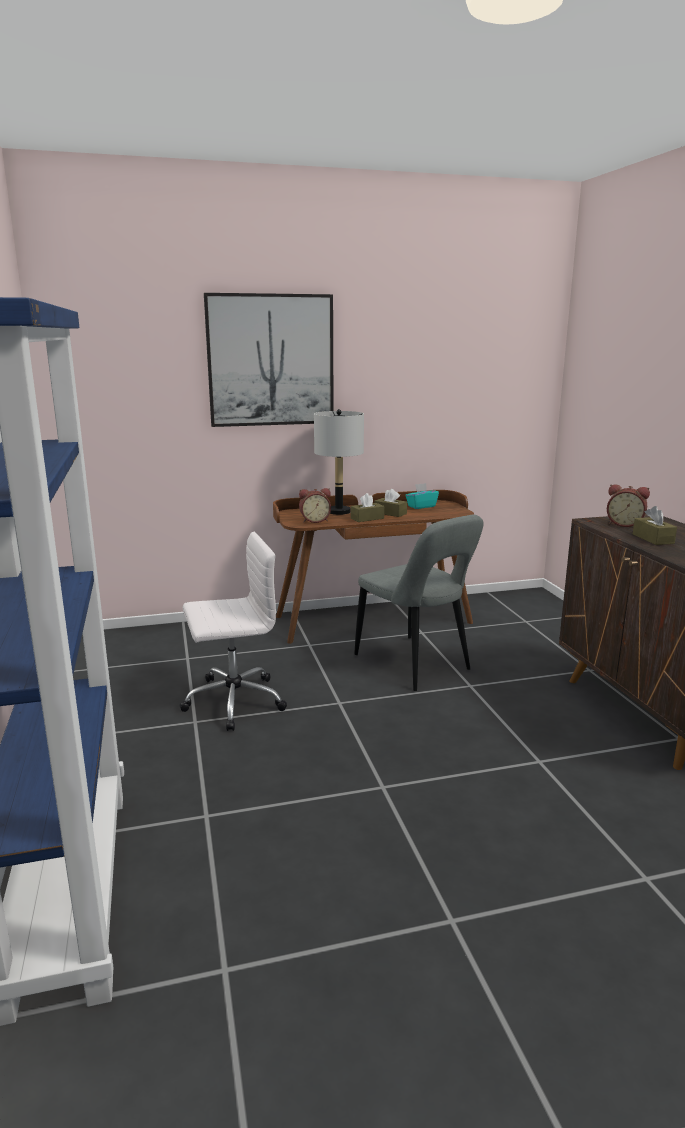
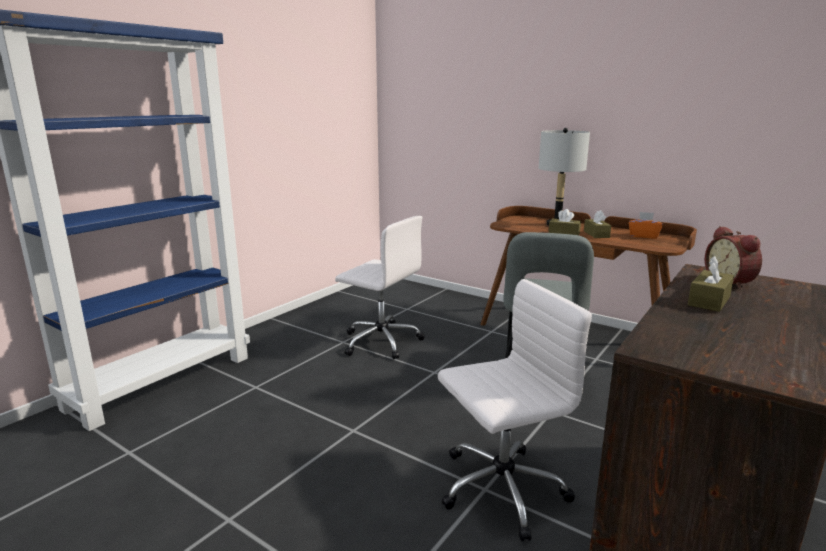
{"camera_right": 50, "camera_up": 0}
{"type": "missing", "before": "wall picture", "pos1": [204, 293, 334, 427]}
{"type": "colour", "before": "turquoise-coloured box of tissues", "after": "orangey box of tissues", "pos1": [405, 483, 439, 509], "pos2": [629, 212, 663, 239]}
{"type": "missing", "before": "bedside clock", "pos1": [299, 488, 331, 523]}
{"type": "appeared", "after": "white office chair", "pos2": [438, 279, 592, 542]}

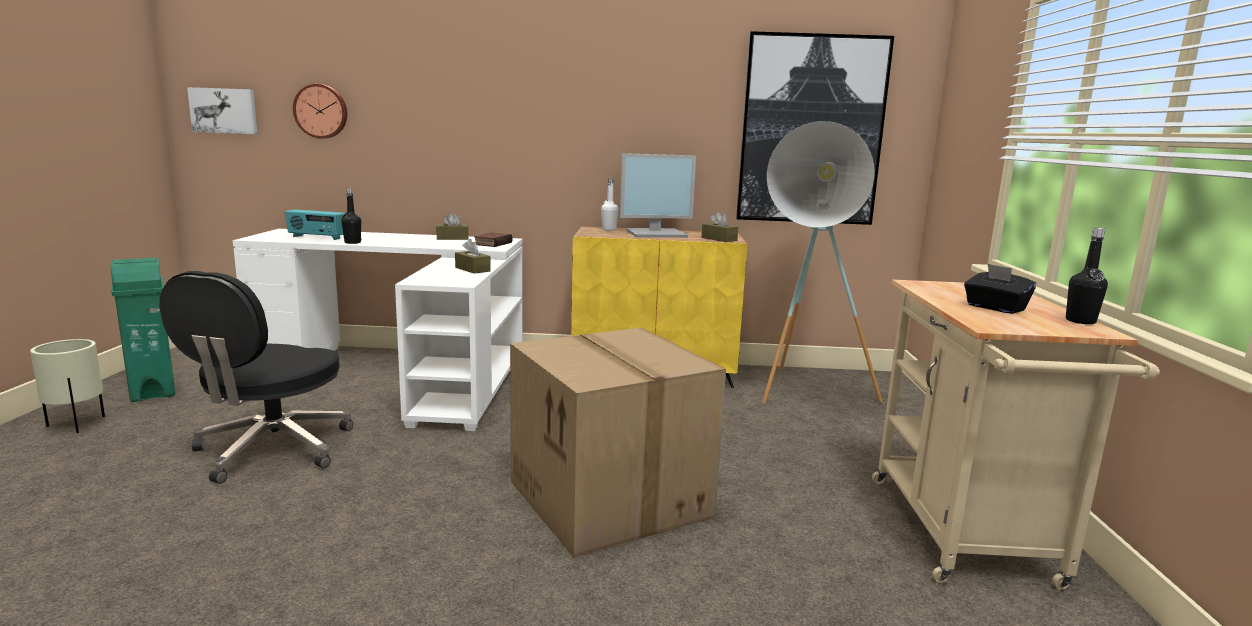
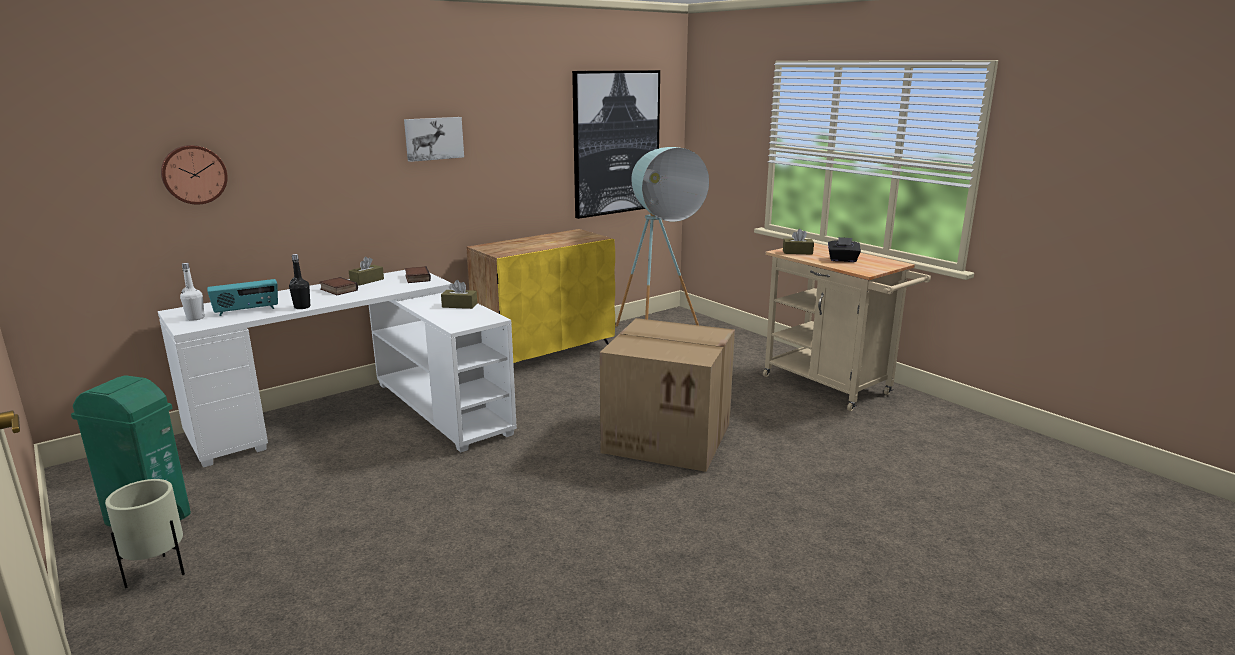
{"camera_right": -40, "camera_up": 5}
{"type": "relocated", "before": "wall picture", "pos1": [187, 87, 257, 134], "pos2": [404, 117, 464, 162]}
{"type": "missing", "before": "monitor", "pos1": [620, 153, 696, 238]}
{"type": "relocated", "before": "white beverage bottle", "pos1": [601, 178, 619, 231], "pos2": [180, 263, 205, 321]}
{"type": "relocated", "before": "brown-coloured box of tissues", "pos1": [702, 211, 738, 242], "pos2": [783, 229, 814, 255]}
{"type": "missing", "before": "black beverage bottle", "pos1": [1066, 228, 1108, 324]}
{"type": "missing", "before": "black office chair", "pos1": [159, 271, 353, 484]}
{"type": "appeared", "after": "bound book", "pos2": [319, 277, 358, 295]}

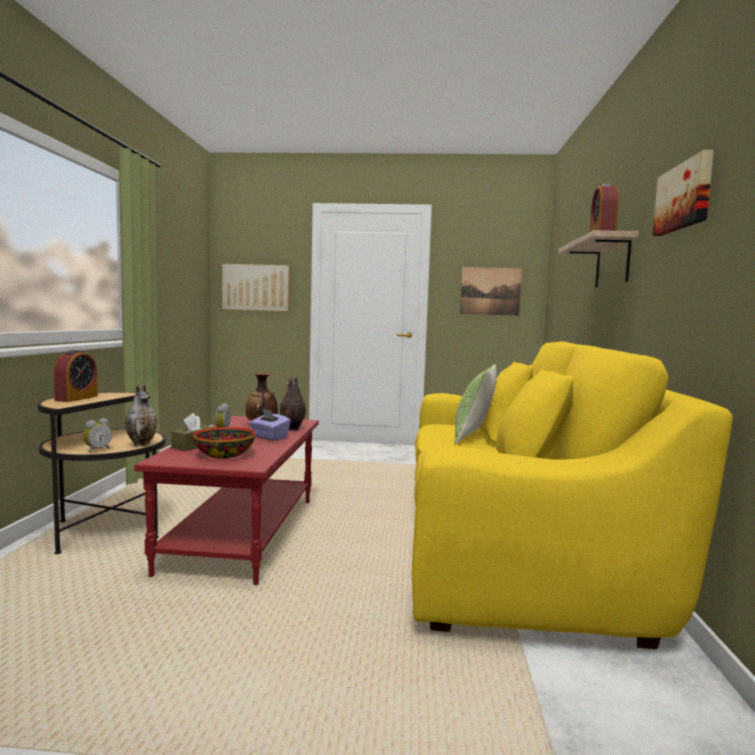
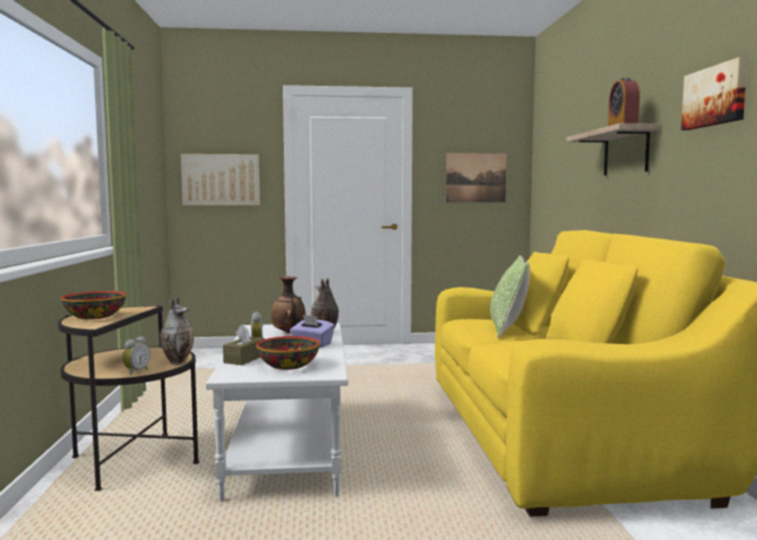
{"camera_right": -10, "camera_up": 0}
{"type": "exchanged", "before": "bedside clock", "after": "serving bowl", "pos1": [54, 350, 98, 402], "pos2": [61, 291, 126, 319]}
{"type": "colour", "before": "red-coloured lounge table", "after": "white lounge table", "pos1": [134, 416, 319, 585], "pos2": [206, 323, 348, 502]}

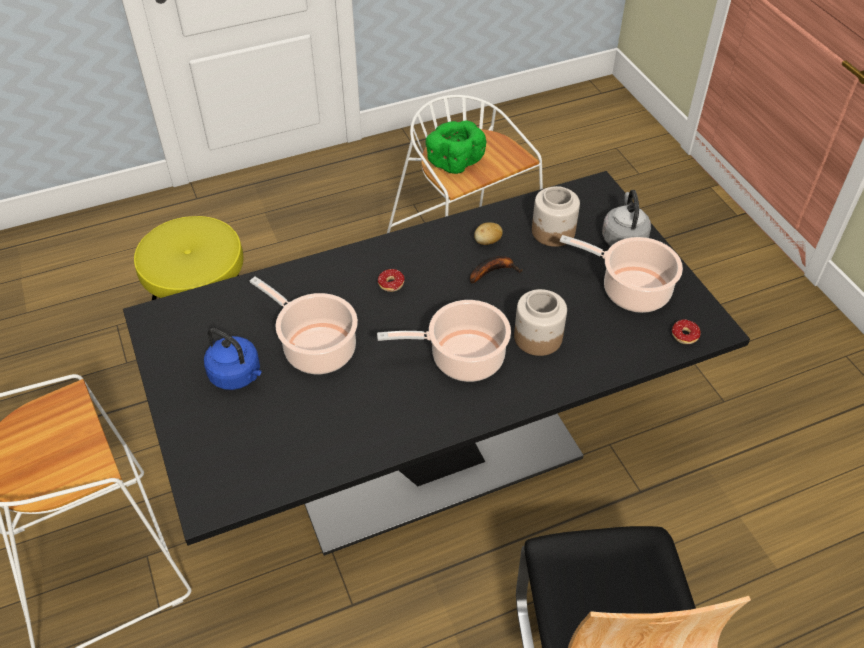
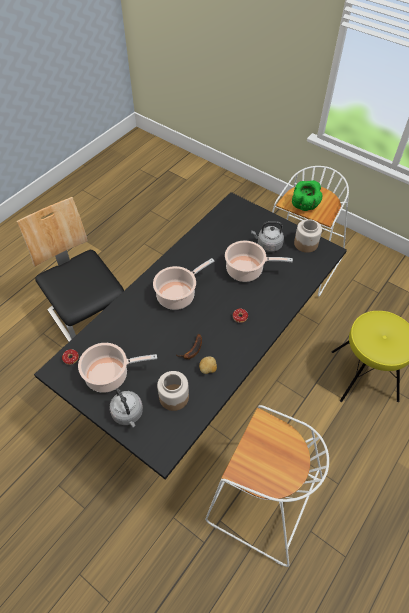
{"camera_right": 150, "camera_up": 5}
{"type": "relocated", "before": "green-coloured serving bowl", "pos1": [426, 121, 487, 174], "pos2": [292, 180, 322, 211]}
{"type": "relocated", "before": "jar", "pos1": [514, 289, 567, 356], "pos2": [294, 219, 322, 253]}
{"type": "colour", "before": "blue-coloured water kettle", "after": "gray water kettle", "pos1": [204, 328, 261, 390], "pos2": [251, 221, 284, 252]}

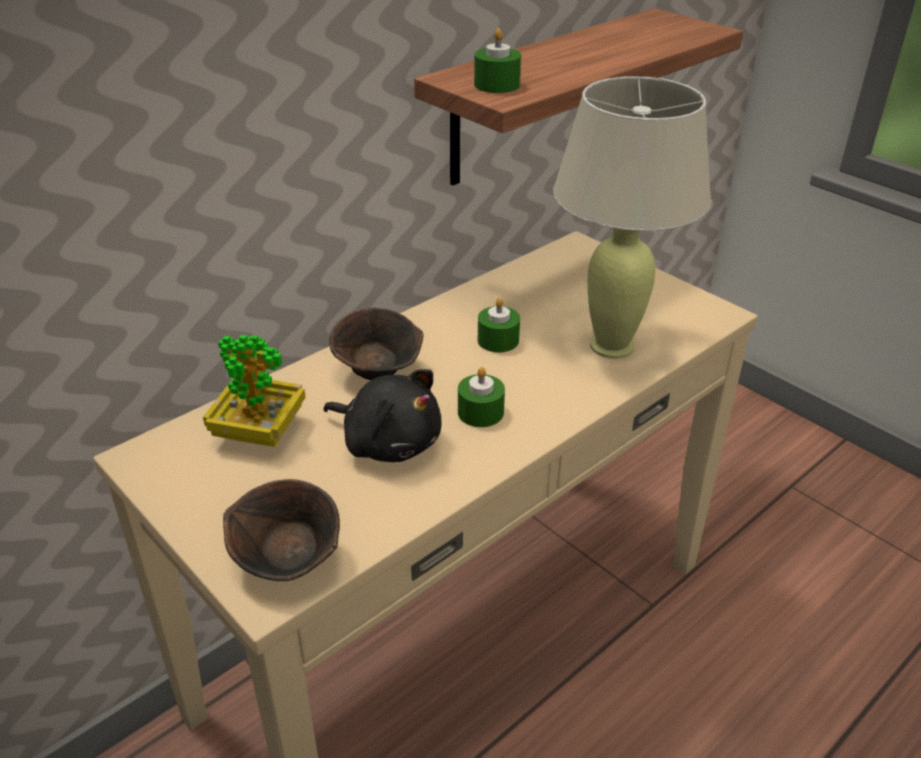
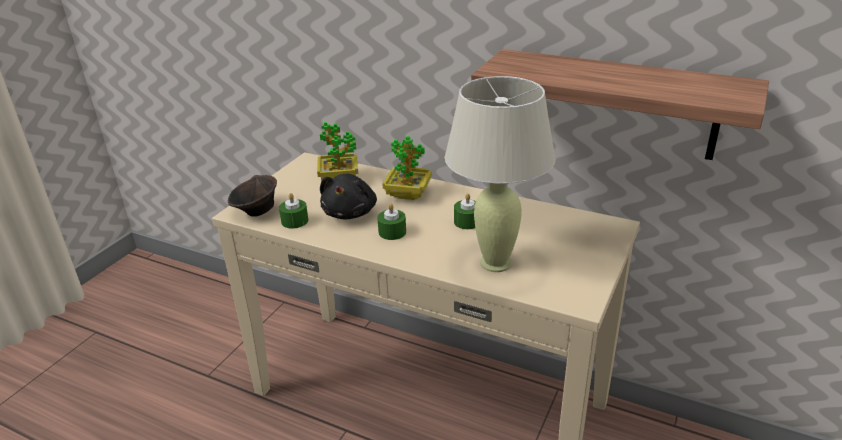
{"camera_right": 70, "camera_up": -5}
{"type": "relocated", "before": "green-coloured wax candle", "pos1": [474, 28, 521, 93], "pos2": [279, 193, 308, 229]}
{"type": "exchanged", "before": "brown-coloured serving bowl", "after": "houseplant", "pos1": [329, 308, 423, 380], "pos2": [382, 136, 432, 200]}

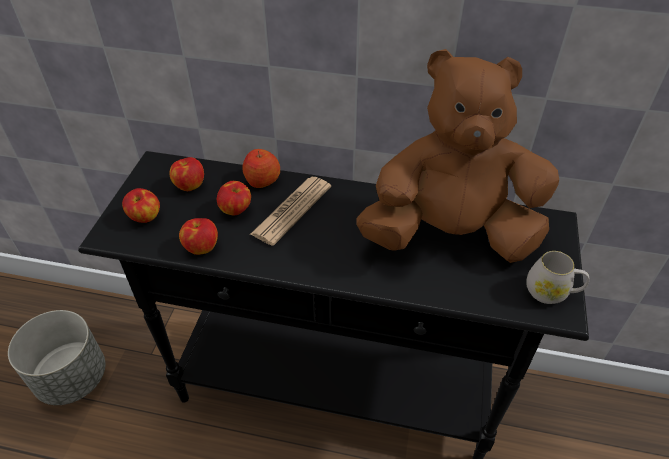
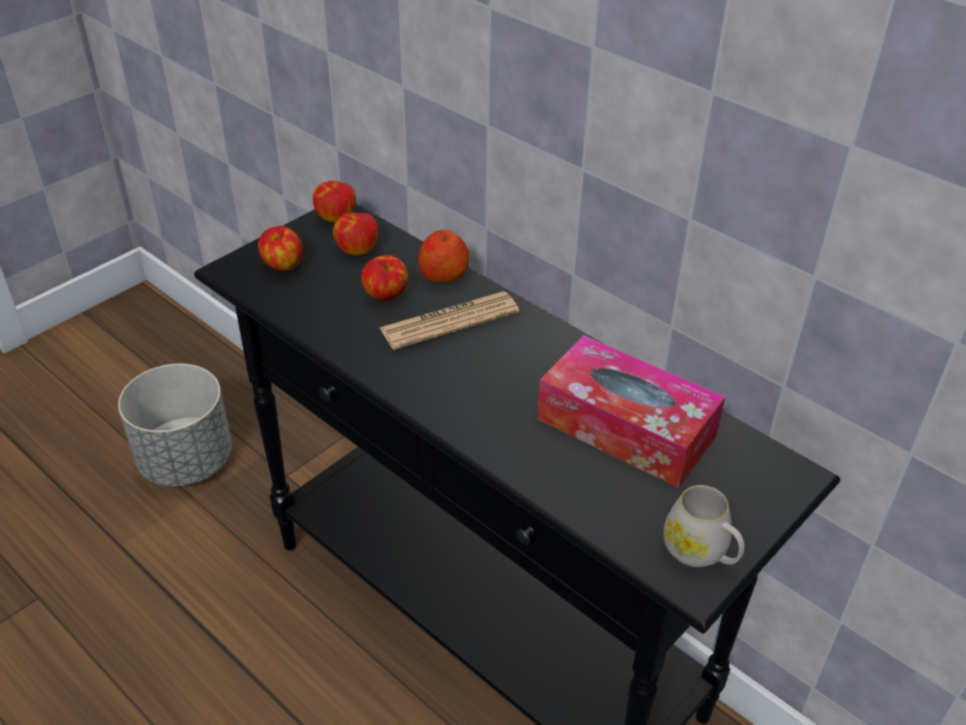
{"camera_right": 30, "camera_up": -5}
{"type": "exchanged", "before": "brown-coloured plush toy", "after": "box of tissues", "pos1": [356, 49, 559, 263], "pos2": [537, 335, 725, 488]}
{"type": "relocated", "before": "whole apple", "pos1": [179, 218, 218, 255], "pos2": [313, 181, 356, 223]}

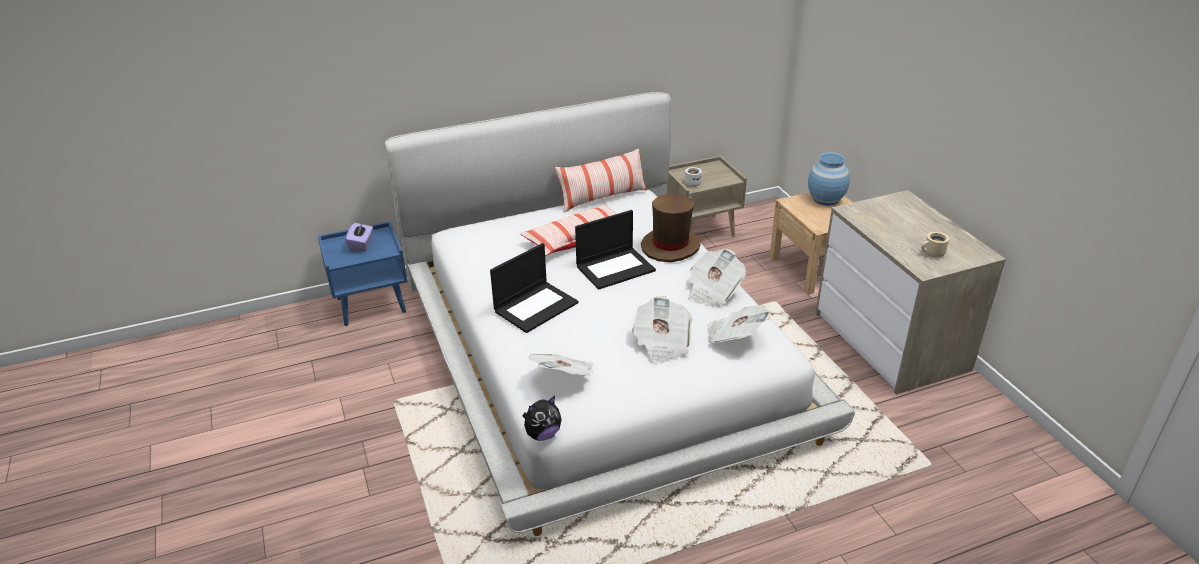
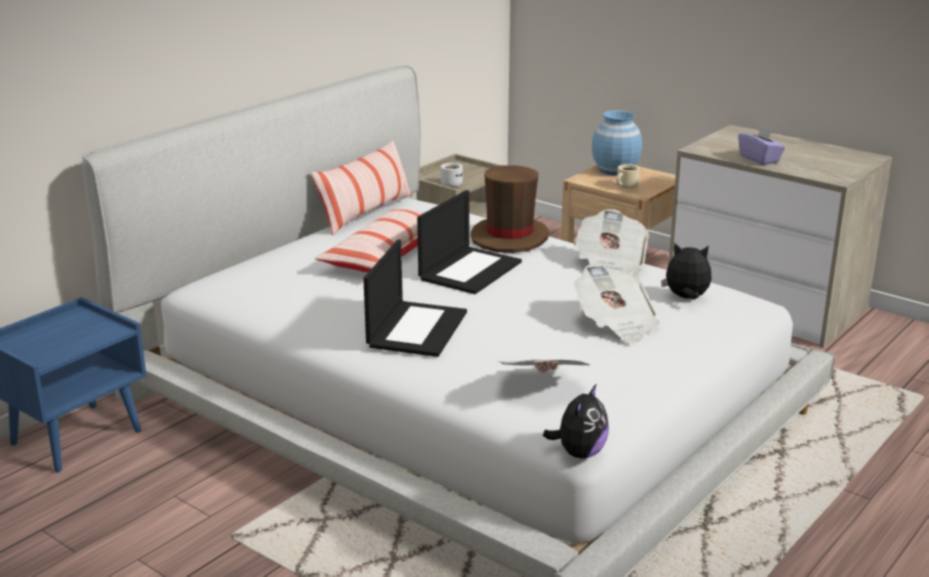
{"camera_right": -30, "camera_up": -10}
{"type": "relocated", "before": "purplish box of tissues", "pos1": [346, 222, 373, 252], "pos2": [738, 125, 785, 165]}
{"type": "relocated", "before": "beige mug", "pos1": [921, 232, 949, 257], "pos2": [616, 164, 640, 189]}
{"type": "exchanged", "before": "printed paper", "after": "plush toy", "pos1": [707, 305, 771, 343], "pos2": [661, 243, 712, 299]}

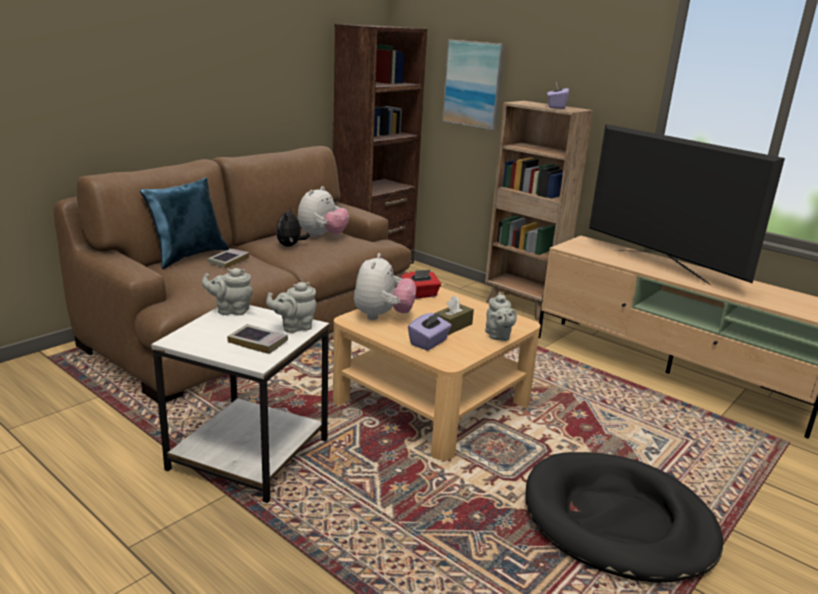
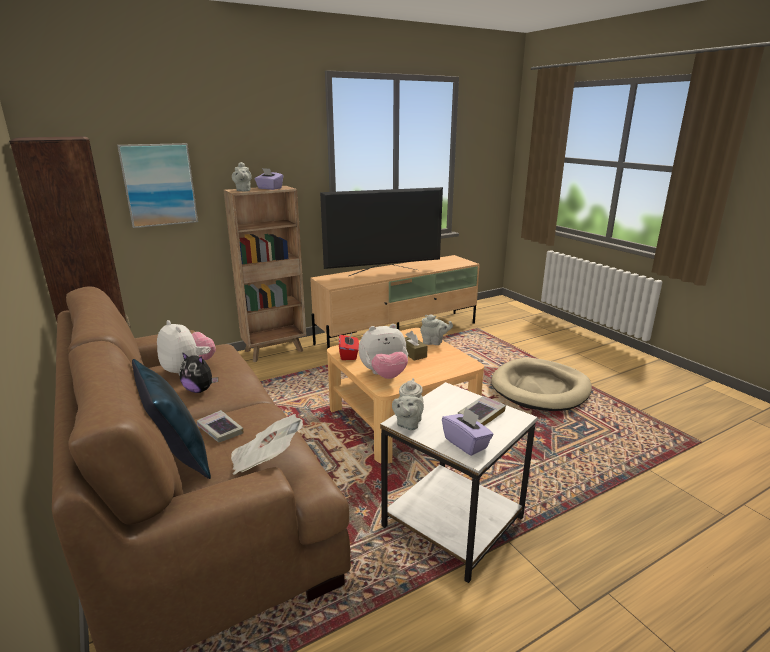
{"camera_right": -70, "camera_up": 0}
{"type": "spun", "before": "plush toy", "pos1": [354, 253, 416, 320], "pos2": [359, 324, 408, 379], "turn": 135}
{"type": "relocated", "before": "gray teapot", "pos1": [266, 282, 316, 333], "pos2": [232, 162, 252, 192]}
{"type": "relocated", "before": "purplish box of tissues", "pos1": [408, 312, 452, 351], "pos2": [442, 407, 494, 456]}
{"type": "colour", "before": "black dog bed", "after": "beige dog bed", "pos1": [525, 452, 723, 583], "pos2": [491, 358, 592, 411]}
{"type": "appeared", "after": "printed paper", "pos2": [231, 414, 303, 475]}

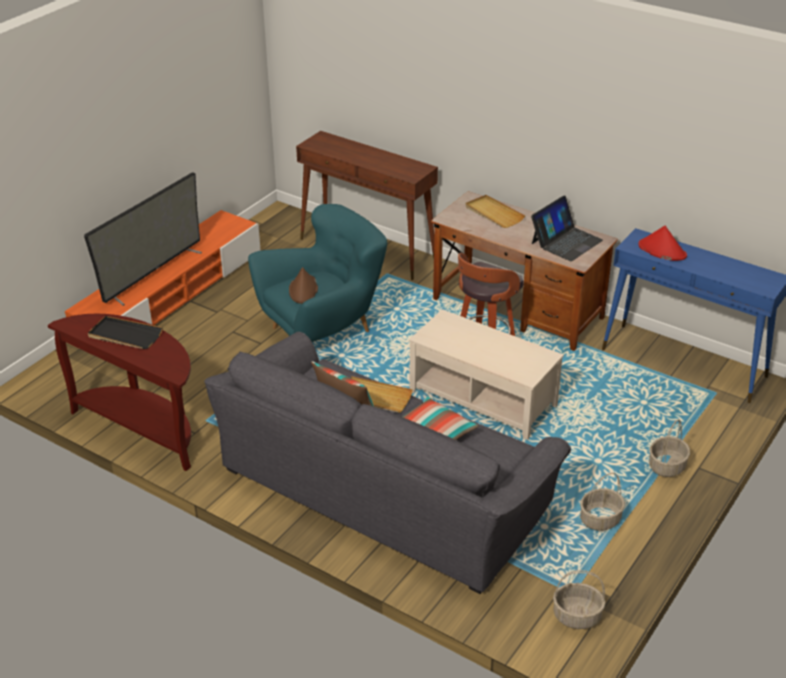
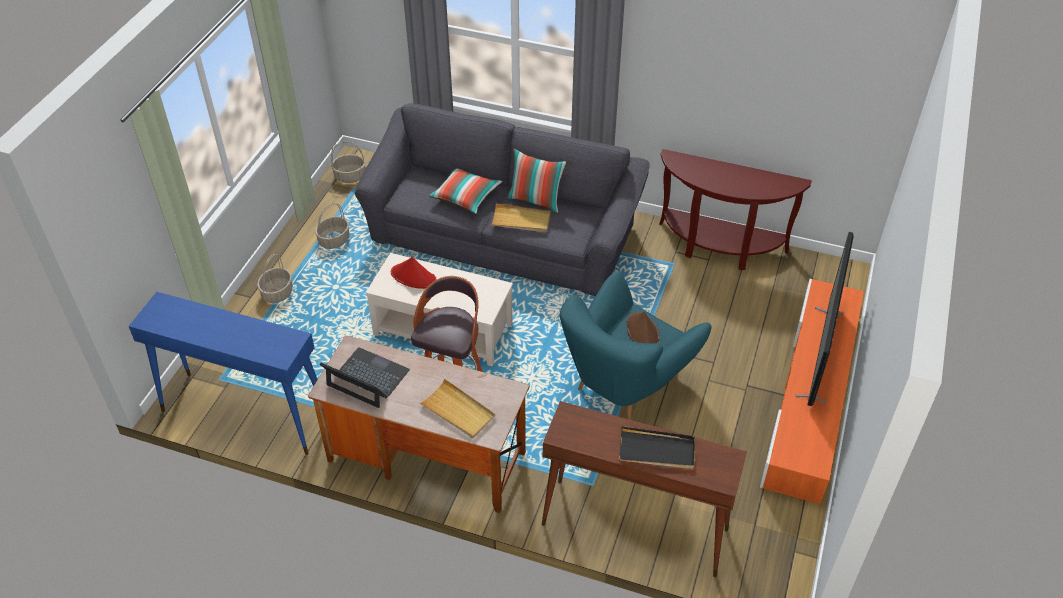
{"camera_right": 165, "camera_up": 10}
{"type": "spun", "before": "laptop", "pos1": [531, 195, 603, 261], "pos2": [320, 347, 410, 408], "turn": 90}
{"type": "relocated", "before": "red-coloured wearable hat", "pos1": [638, 226, 687, 261], "pos2": [391, 257, 437, 289]}
{"type": "relocated", "before": "black tray", "pos1": [88, 316, 163, 349], "pos2": [619, 426, 695, 469]}

